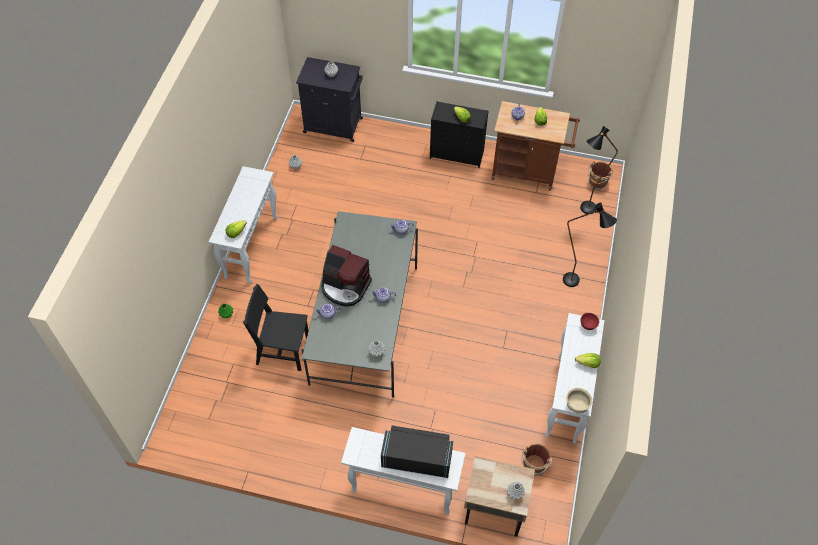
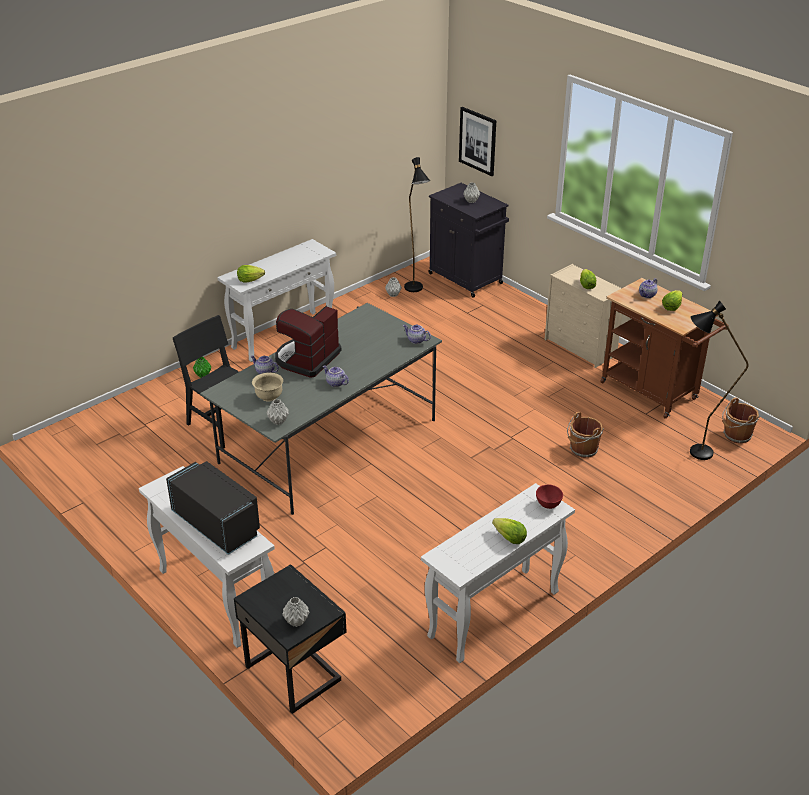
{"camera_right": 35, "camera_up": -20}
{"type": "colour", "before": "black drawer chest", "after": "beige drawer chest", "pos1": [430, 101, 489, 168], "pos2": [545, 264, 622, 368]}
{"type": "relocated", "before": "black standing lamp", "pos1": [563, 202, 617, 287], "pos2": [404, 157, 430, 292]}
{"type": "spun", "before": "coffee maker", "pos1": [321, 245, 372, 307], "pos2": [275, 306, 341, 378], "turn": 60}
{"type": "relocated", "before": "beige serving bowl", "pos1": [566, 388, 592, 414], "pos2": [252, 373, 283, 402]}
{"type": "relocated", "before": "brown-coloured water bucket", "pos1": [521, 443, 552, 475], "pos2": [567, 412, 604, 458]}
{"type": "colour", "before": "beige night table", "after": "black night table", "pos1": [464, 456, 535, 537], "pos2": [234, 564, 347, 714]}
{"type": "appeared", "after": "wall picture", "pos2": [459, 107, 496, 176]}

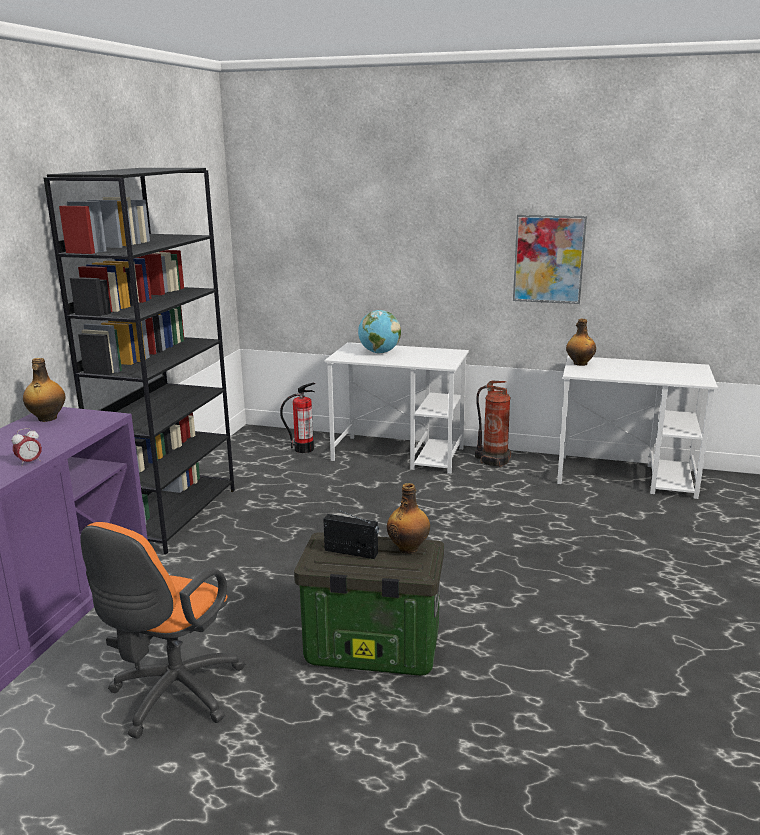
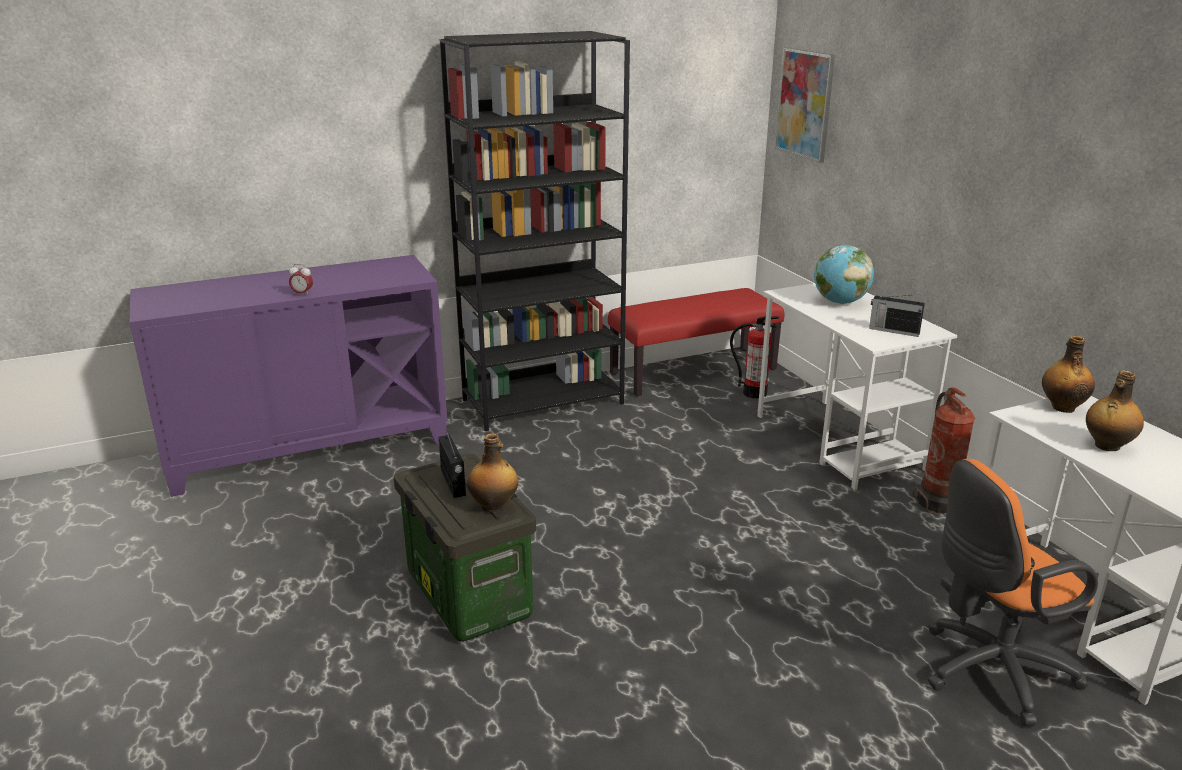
{"camera_right": 50, "camera_up": 5}
{"type": "relocated", "before": "wall picture", "pos1": [513, 215, 587, 304], "pos2": [775, 48, 835, 163]}
{"type": "relocated", "before": "beverage bottle", "pos1": [23, 358, 65, 422], "pos2": [1086, 370, 1144, 451]}
{"type": "relocated", "before": "orangey office chair", "pos1": [80, 522, 245, 739], "pos2": [928, 459, 1098, 726]}
{"type": "appeared", "after": "red-coloured indoor bench", "pos2": [608, 288, 784, 396]}
{"type": "appeared", "after": "radio", "pos2": [869, 295, 925, 337]}

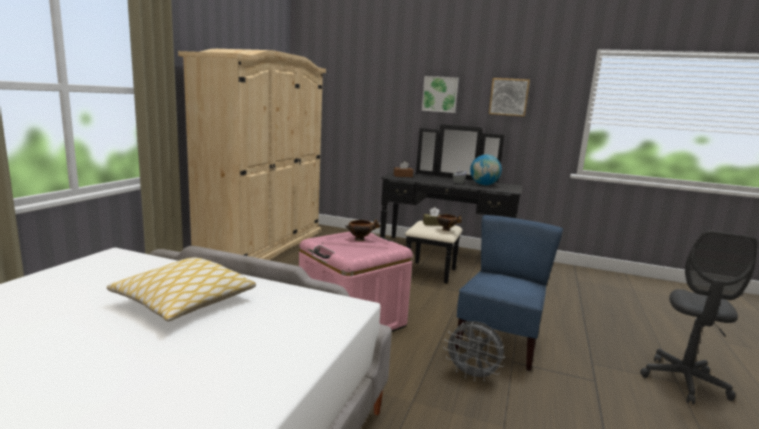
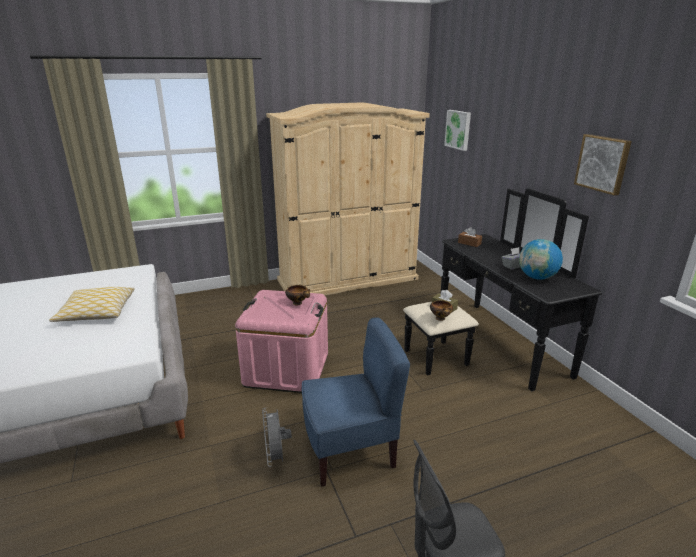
{"camera_right": 50, "camera_up": 10}
{"type": "relocated", "before": "wall picture", "pos1": [422, 76, 459, 113], "pos2": [444, 110, 471, 151]}

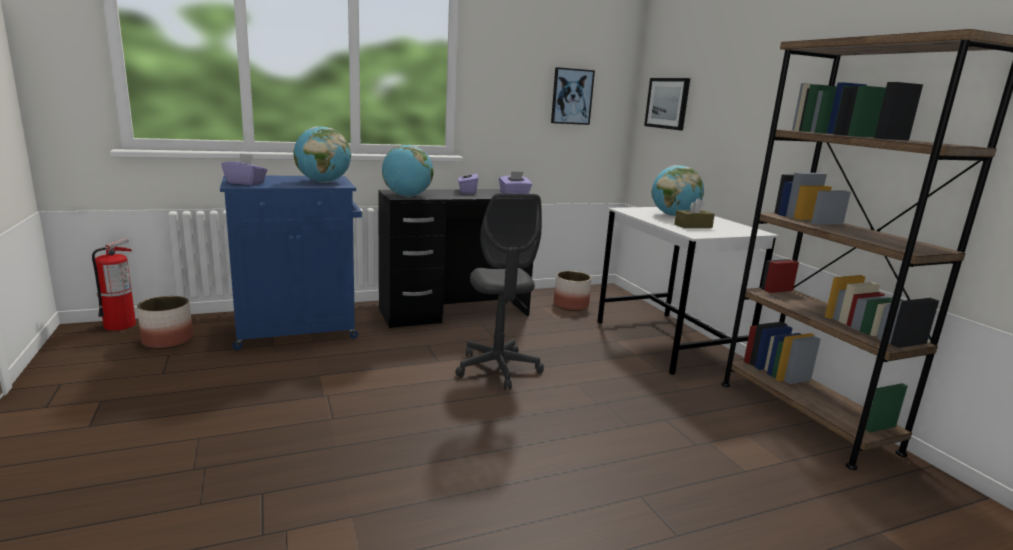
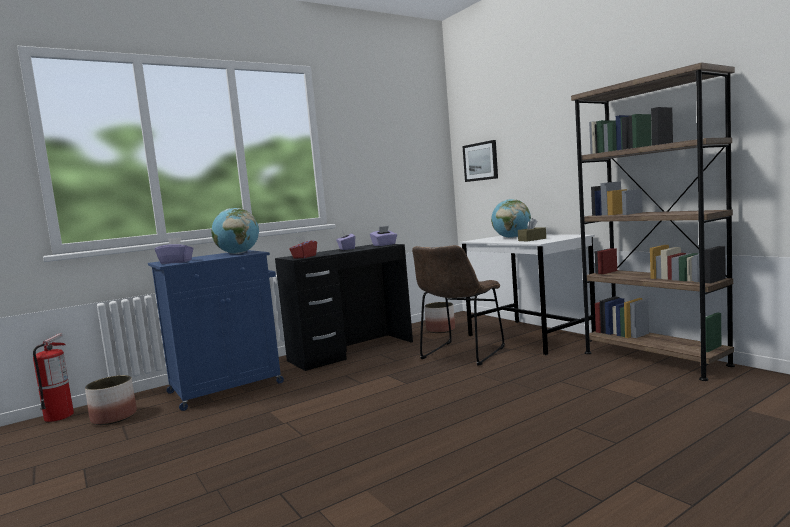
{"camera_right": -10, "camera_up": -10}
{"type": "missing", "before": "wall picture", "pos1": [551, 67, 595, 125]}
{"type": "exchanged", "before": "world globe", "after": "red-coloured box of tissues", "pos1": [382, 145, 434, 197], "pos2": [289, 236, 317, 259]}
{"type": "missing", "before": "gray office chair", "pos1": [455, 193, 544, 390]}
{"type": "appeared", "after": "brown-coloured upright chair", "pos2": [412, 245, 505, 366]}

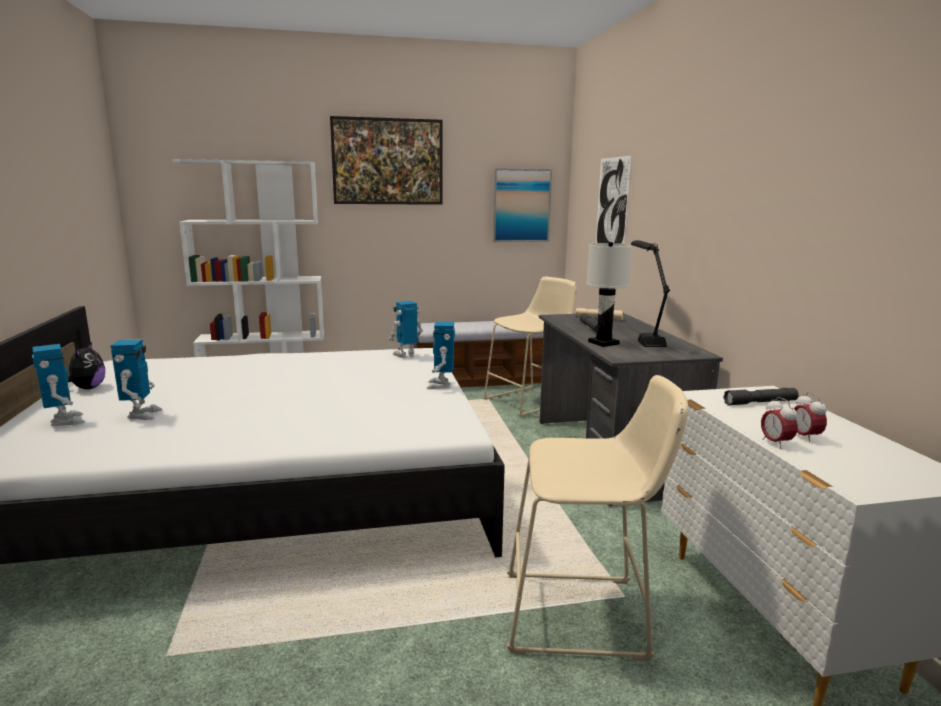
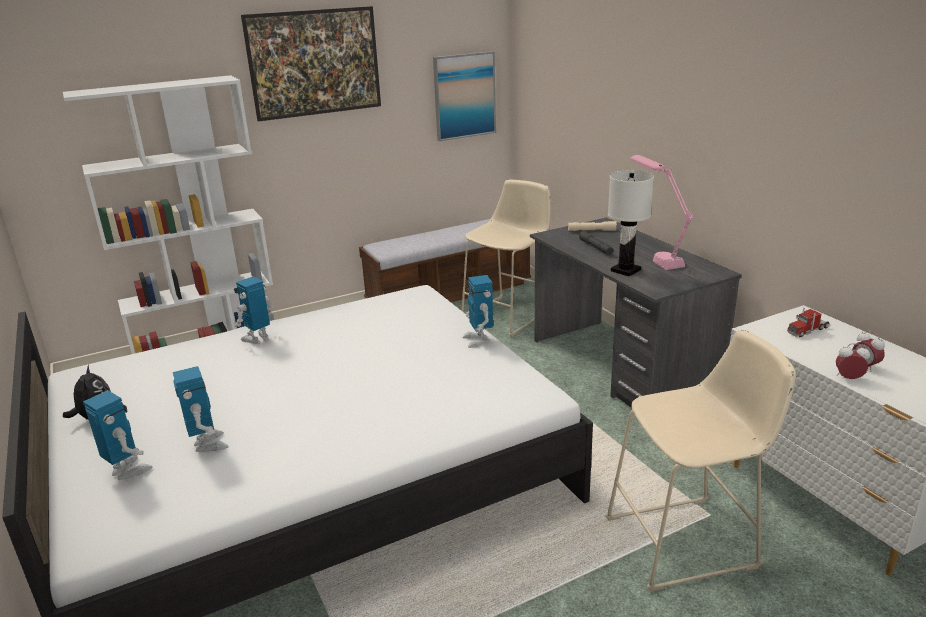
{"camera_right": -15, "camera_up": 10}
{"type": "missing", "before": "wall picture", "pos1": [596, 156, 631, 244]}
{"type": "colour", "before": "black tabletop lamp", "after": "pink tabletop lamp", "pos1": [631, 240, 670, 347], "pos2": [630, 155, 693, 270]}
{"type": "relocated", "before": "toy robot", "pos1": [389, 301, 423, 358], "pos2": [234, 277, 273, 344]}
{"type": "exchanged", "before": "gray flashlight", "after": "toy lorry", "pos1": [723, 388, 799, 406], "pos2": [787, 308, 830, 337]}
{"type": "spun", "before": "bedside clock", "pos1": [761, 397, 798, 449], "pos2": [836, 343, 870, 379], "turn": 135}

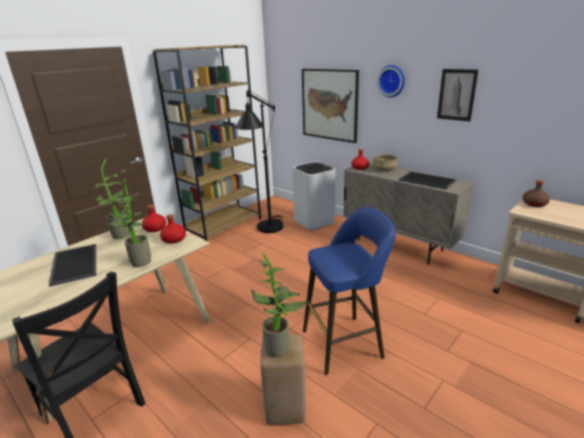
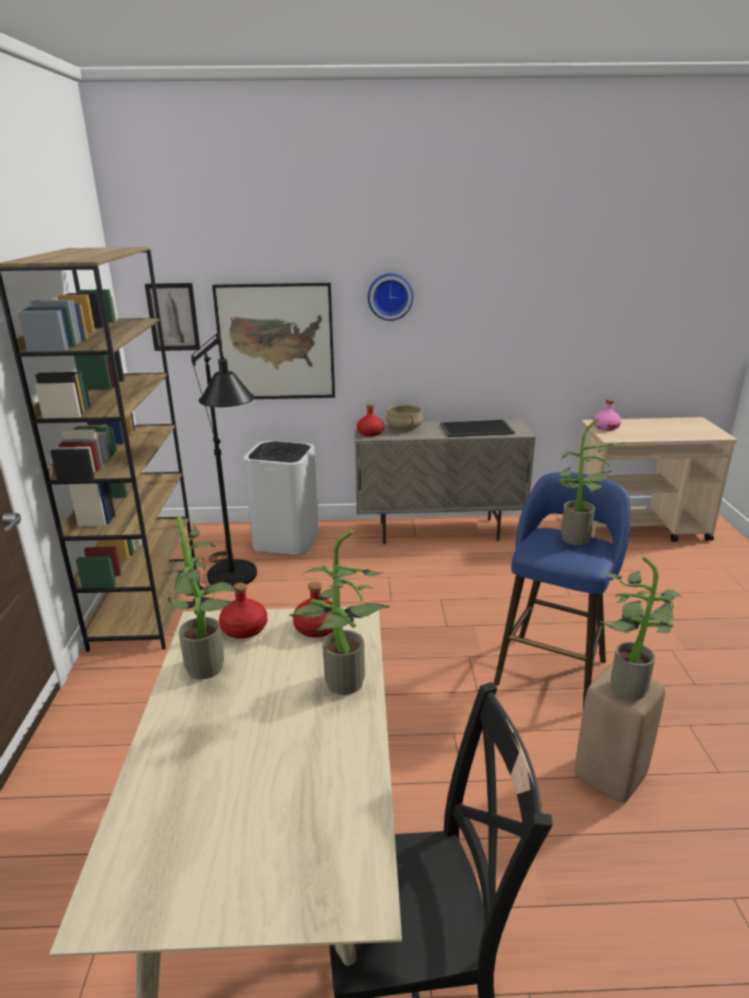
{"camera_right": -45, "camera_up": 0}
{"type": "relocated", "before": "wall picture", "pos1": [437, 69, 478, 121], "pos2": [145, 283, 200, 351]}
{"type": "colour", "before": "brown-coloured beverage bottle", "after": "pink beverage bottle", "pos1": [522, 180, 550, 207], "pos2": [593, 399, 621, 431]}
{"type": "missing", "before": "tray", "pos1": [49, 244, 96, 287]}
{"type": "appeared", "after": "houseplant", "pos2": [559, 418, 624, 545]}

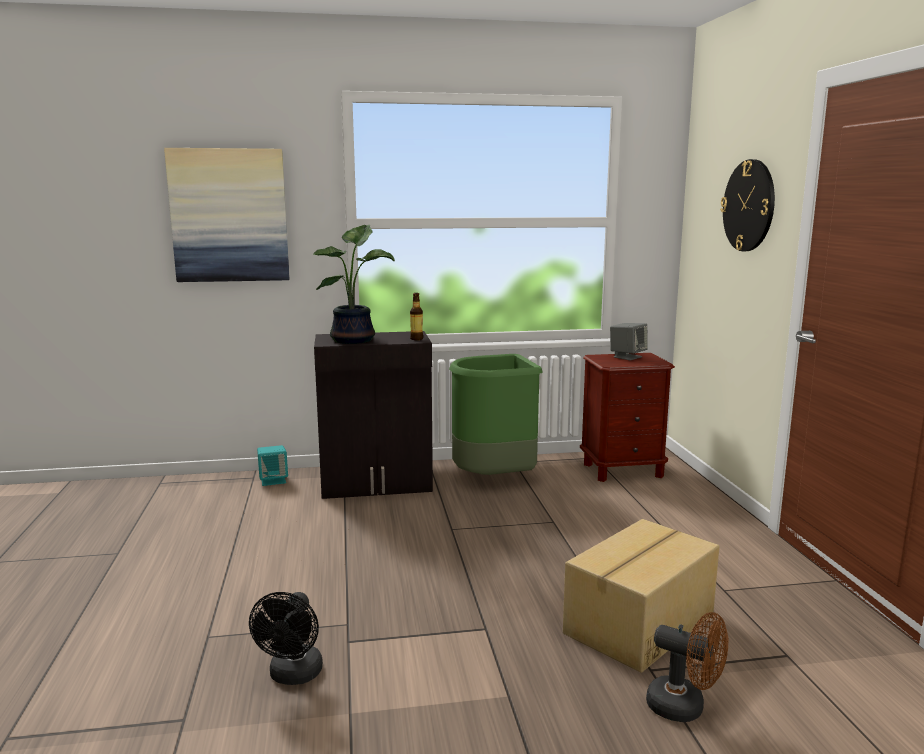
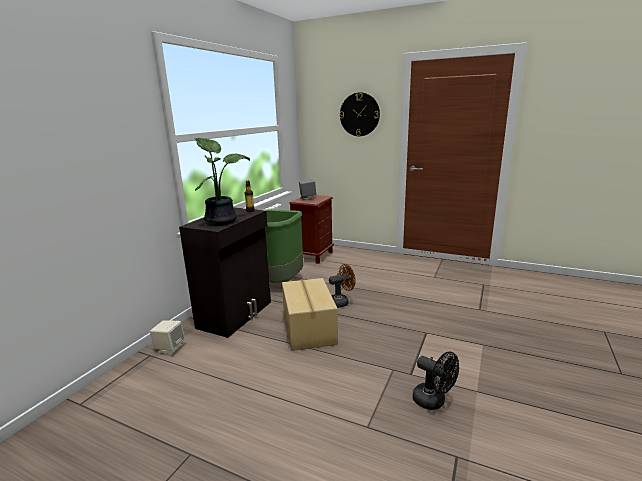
{"camera_right": -55, "camera_up": 5}
{"type": "missing", "before": "wall picture", "pos1": [164, 148, 290, 282]}
{"type": "colour", "before": "turquoise-coloured audio speaker", "after": "beige audio speaker", "pos1": [257, 445, 288, 486], "pos2": [150, 321, 185, 355]}
{"type": "relocated", "before": "carton", "pos1": [563, 519, 720, 673], "pos2": [282, 278, 338, 351]}
{"type": "relocated", "before": "brown-coloured electric fan", "pos1": [646, 612, 728, 722], "pos2": [329, 264, 355, 308]}

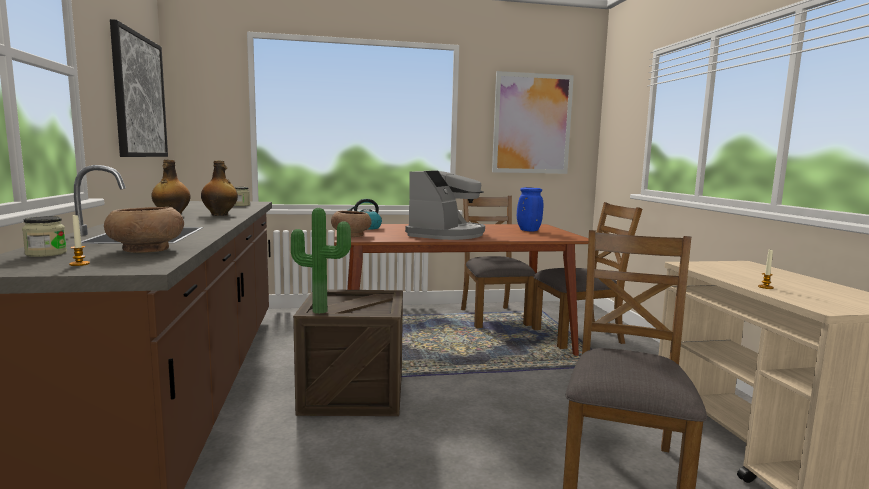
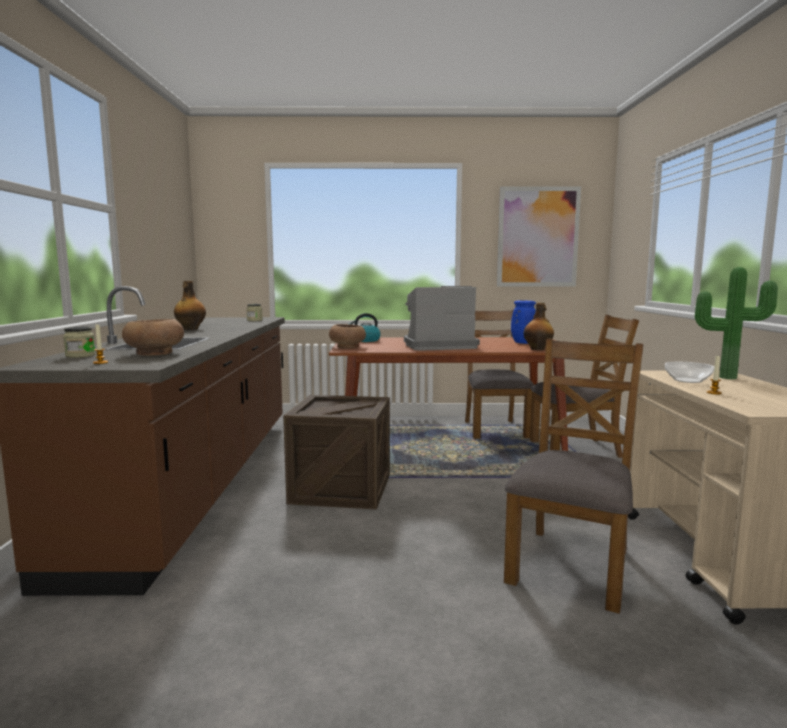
{"camera_right": 10, "camera_up": 0}
{"type": "missing", "before": "wall picture", "pos1": [110, 19, 168, 157]}
{"type": "relocated", "before": "beverage bottle", "pos1": [201, 161, 238, 216], "pos2": [524, 303, 554, 350]}
{"type": "spun", "before": "coffee maker", "pos1": [405, 170, 485, 240], "pos2": [404, 286, 480, 351], "turn": -135}
{"type": "relocated", "before": "houseplant", "pos1": [291, 208, 351, 314], "pos2": [695, 267, 778, 379]}
{"type": "appeared", "after": "serving bowl", "pos2": [665, 362, 714, 383]}

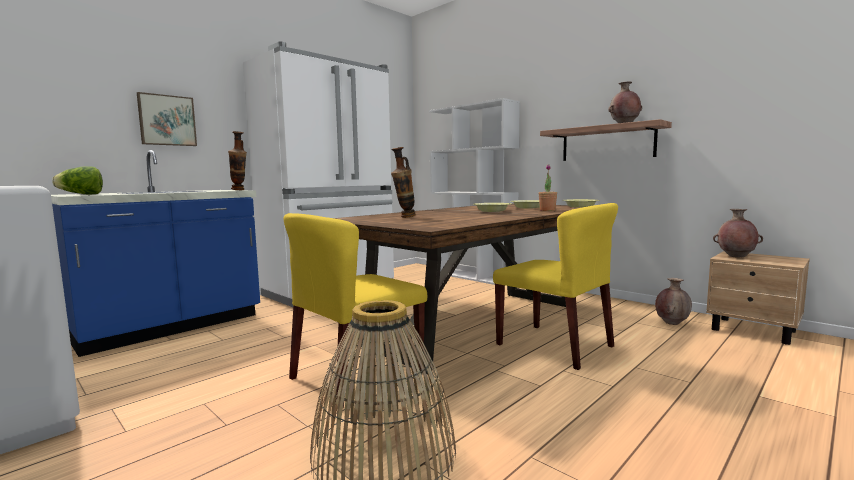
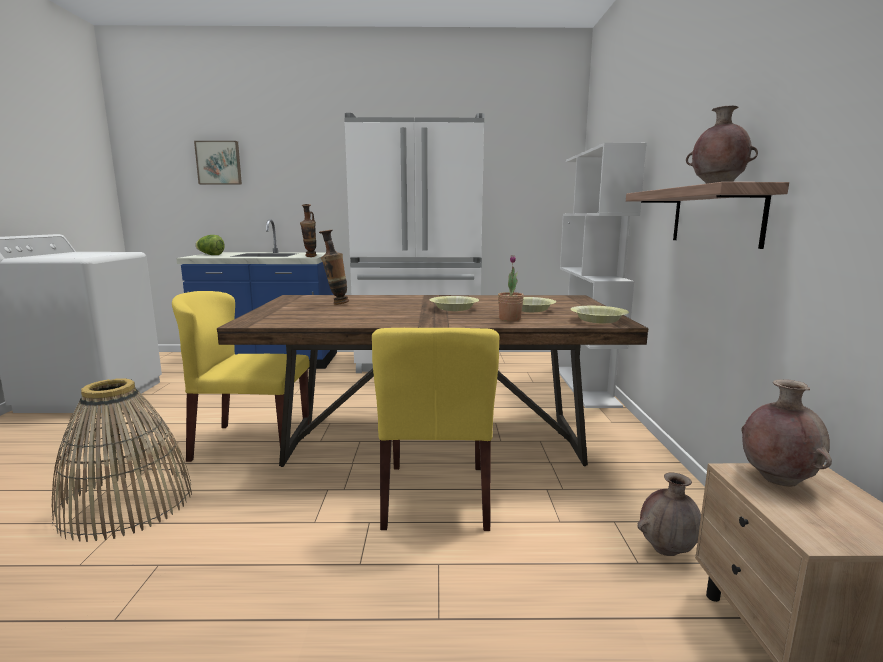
{"camera_right": 45, "camera_up": 5}
{"type": "relocated", "before": "wall picture", "pos1": [137, 92, 197, 146], "pos2": [194, 141, 242, 185]}

